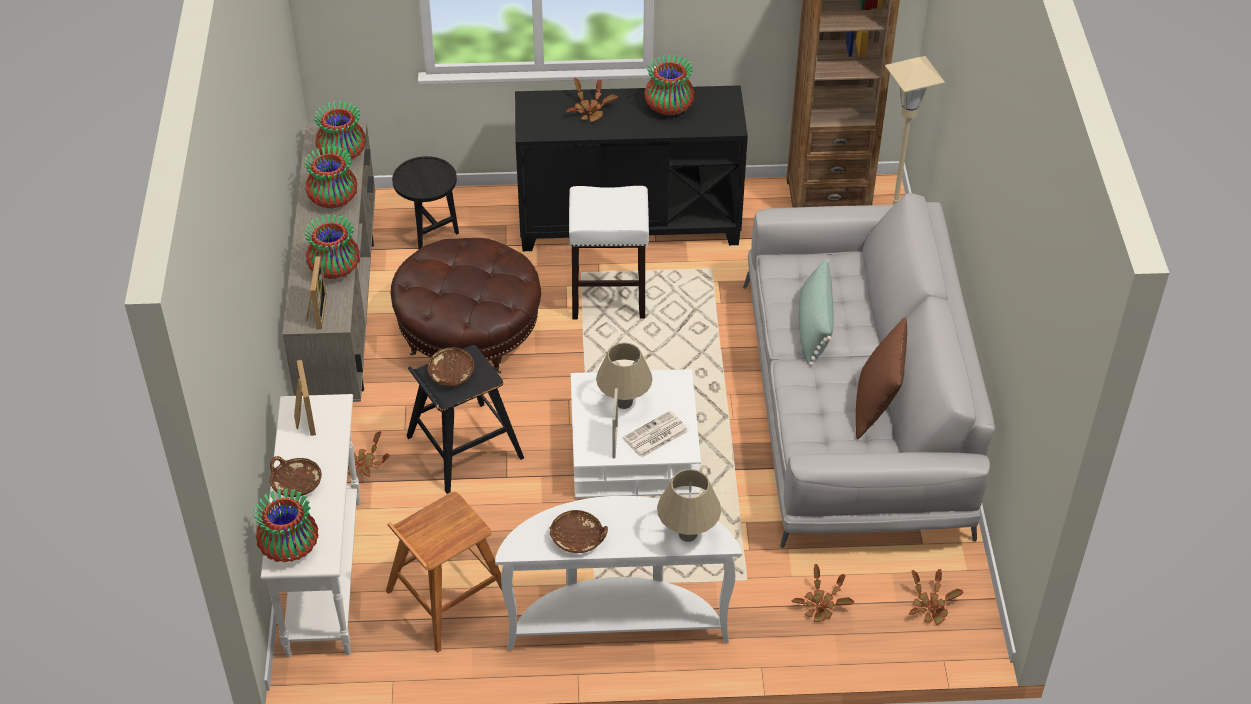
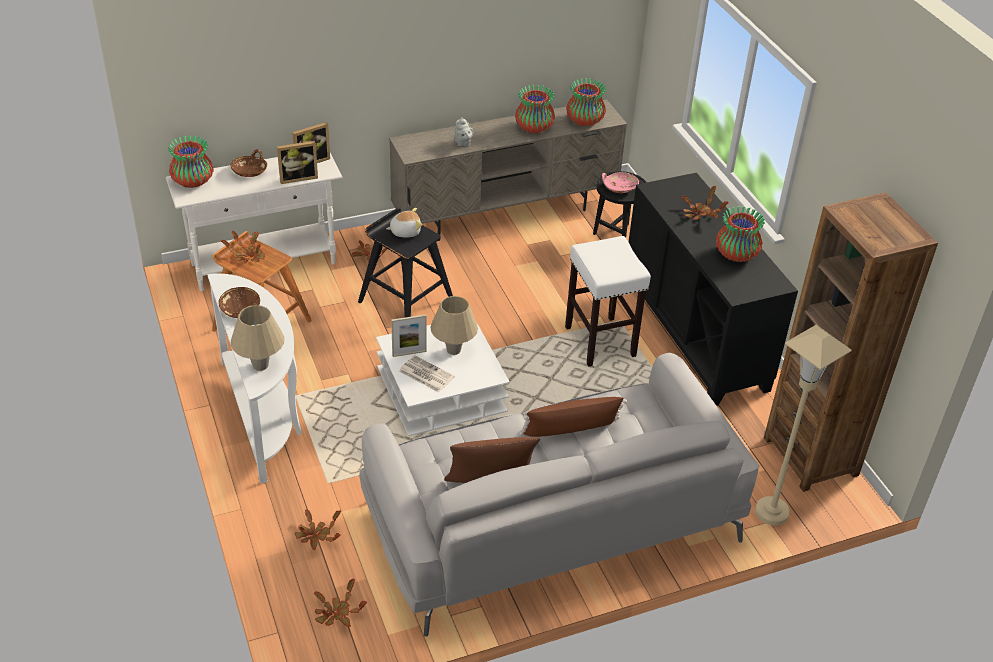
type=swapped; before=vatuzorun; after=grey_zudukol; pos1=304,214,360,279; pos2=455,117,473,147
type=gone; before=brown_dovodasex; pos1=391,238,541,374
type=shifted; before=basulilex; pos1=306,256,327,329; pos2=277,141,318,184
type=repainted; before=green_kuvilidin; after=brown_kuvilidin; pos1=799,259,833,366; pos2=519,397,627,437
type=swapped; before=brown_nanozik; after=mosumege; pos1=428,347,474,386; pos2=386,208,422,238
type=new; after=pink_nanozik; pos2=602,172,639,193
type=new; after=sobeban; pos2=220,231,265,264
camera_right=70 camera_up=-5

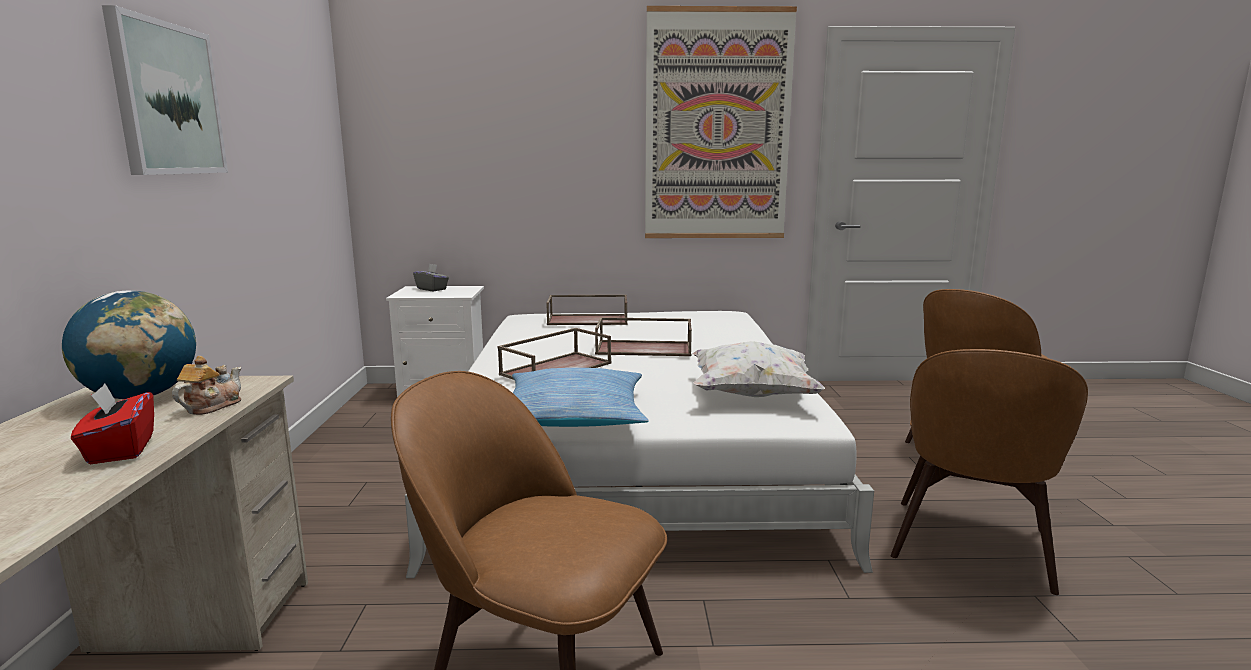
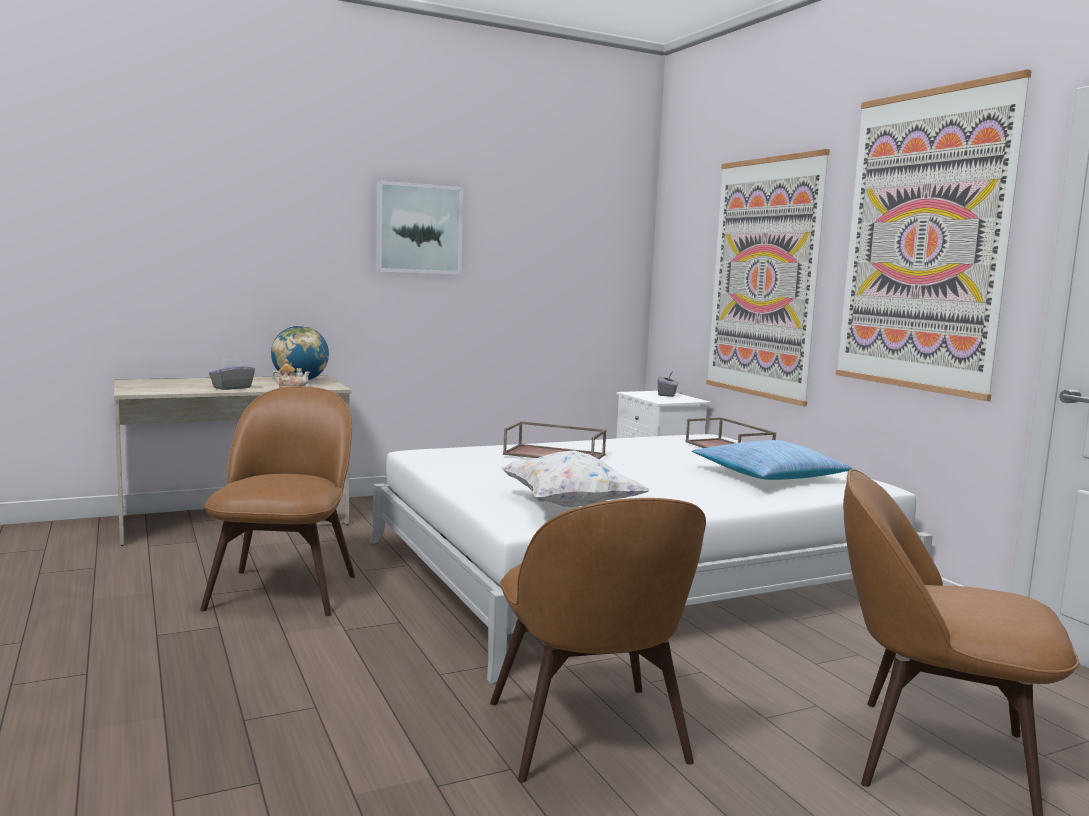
type=gone; before=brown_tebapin; pos1=595,317,692,356
type=rotated; before=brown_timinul; pos1=890,349,1088,595; pos2=490,498,706,782; turn=-105
type=shifted; before=kuvilidin; pos1=512,368,649,427; pos2=692,440,852,480
type=repainted; before=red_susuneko; after=grey_susuneko; pos1=71,384,154,464; pos2=209,358,255,390
type=new; after=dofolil; pos2=706,149,830,406
camera_right=65 camera_up=-5

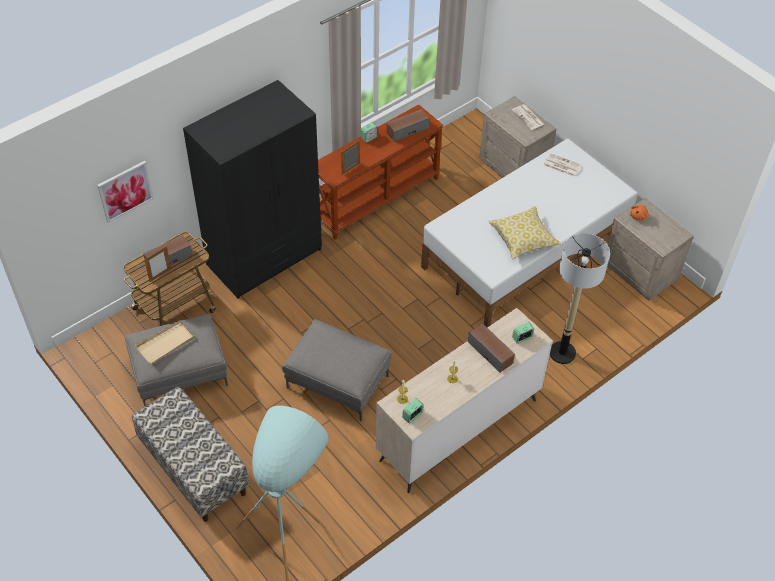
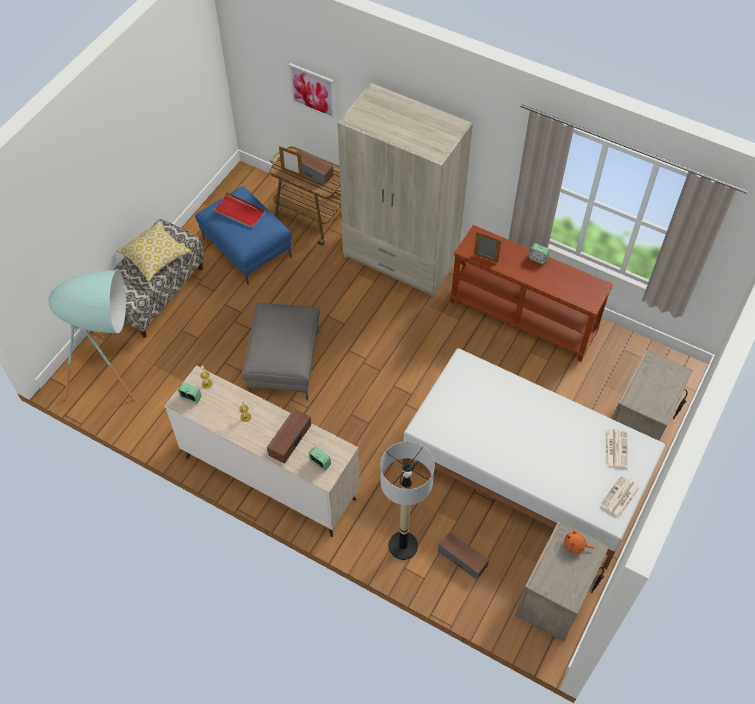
type=repainted; before=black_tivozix; after=beige_tivozix; pos1=183,80,322,299; pos2=338,83,473,297
type=shifted; before=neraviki; pos1=512,104,545,130; pos2=600,475,640,518
type=shifted; before=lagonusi; pos1=387,109,429,142; pos2=438,532,489,580
type=shifted; before=kuvilidin; pos1=488,206,561,259; pos2=116,222,191,282
type=repainted; before=grey_dovodasex; after=blue_dovodasex; pos1=125,314,228,406; pos2=195,186,292,285
type=repainted; before=beige_tebapin; after=red_tebapin; pos1=135,321,194,364; pos2=212,192,265,228
camera_right=70 camera_up=5

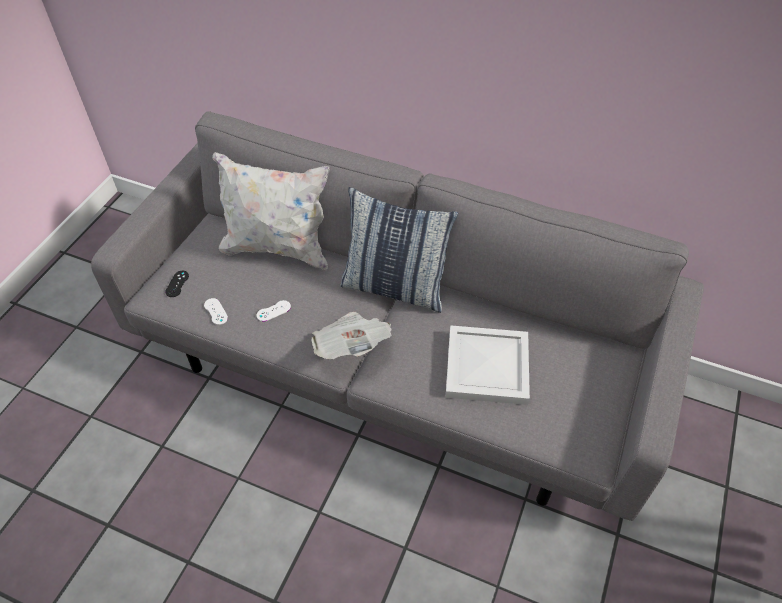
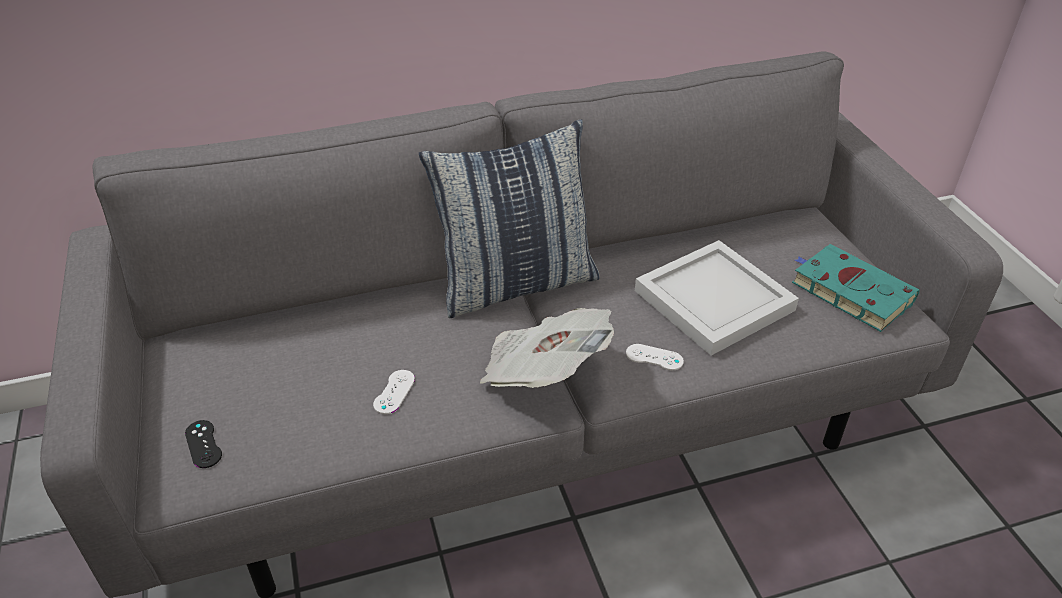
type=gone; before=white_kuvilidin; pos1=212,152,330,270
type=shifted; before=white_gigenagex; pos1=204,298,228,325; pos2=626,344,684,370
type=new; after=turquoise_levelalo; pos2=792,244,919,332
camera_right=-40 camera_up=-10

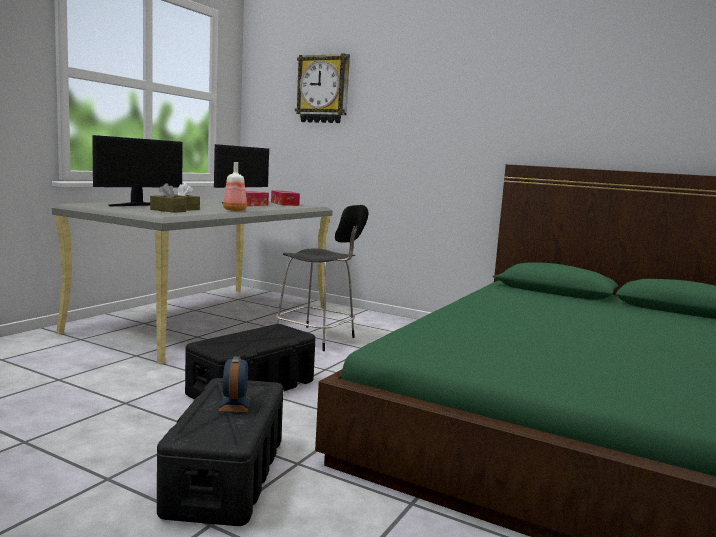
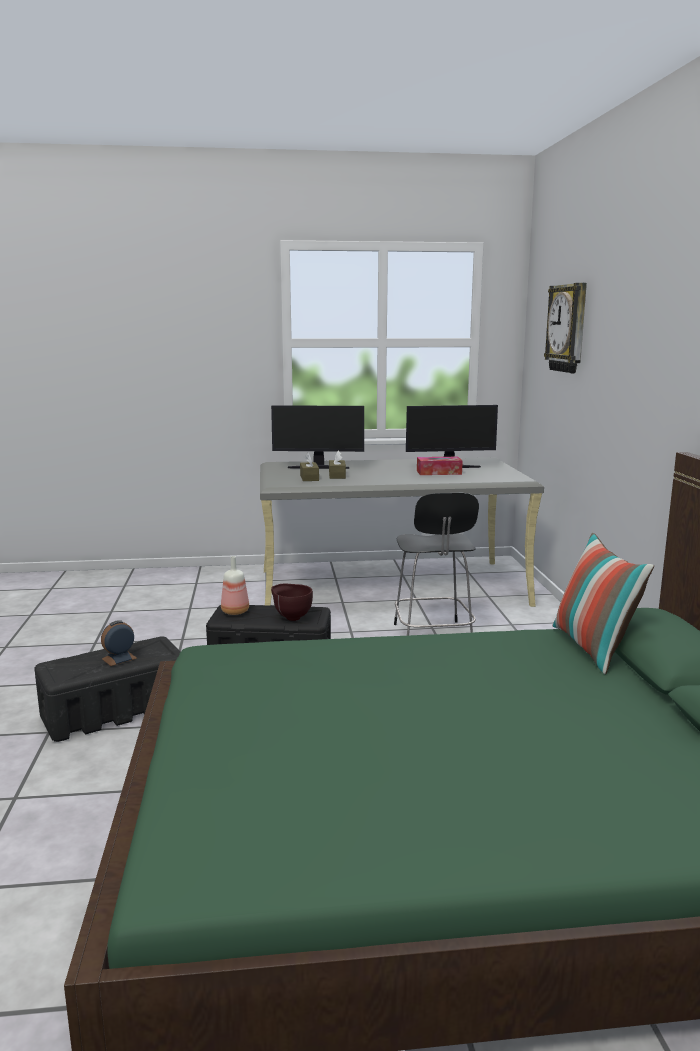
type=shifted; before=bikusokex; pos1=223,162,247,211; pos2=221,556,249,615
type=gone; before=susuneko; pos1=271,190,300,206
type=new; after=kuvilidin; pos2=553,533,654,674
type=new; after=brown_nanozik; pos2=271,584,313,621
camera_right=55 camera_up=5

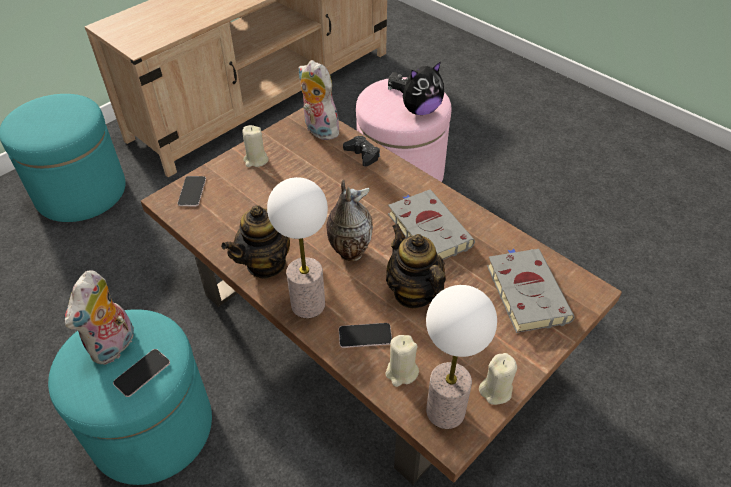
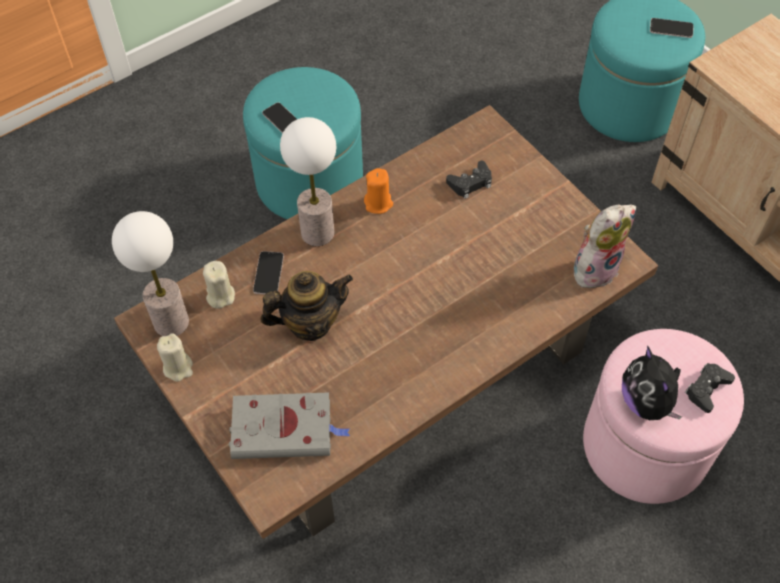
type=gone; before=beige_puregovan; pos1=242,125,269,167
type=shifted; before=black_gigenagex; pos1=343,136,380,167; pos2=446,161,492,199
type=shifted; before=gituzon; pos1=178,176,206,206; pos2=650,18,694,38
type=gone; before=vatuzorun; pos1=326,179,373,261
type=gone; before=grey_levelalo; pos1=388,190,475,260
type=swapped; before=zudukol; after=orange_puregovan; pos1=221,205,290,279; pos2=364,168,393,214
type=gone; before=mosumege; pos1=64,270,134,365
camera_right=100 camera_up=10

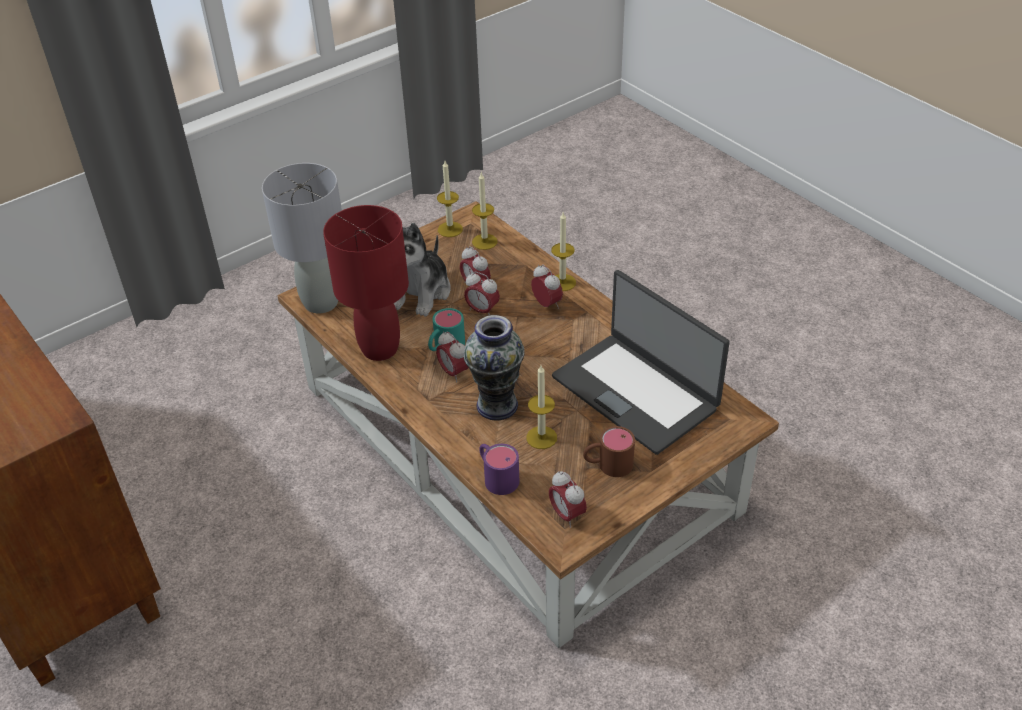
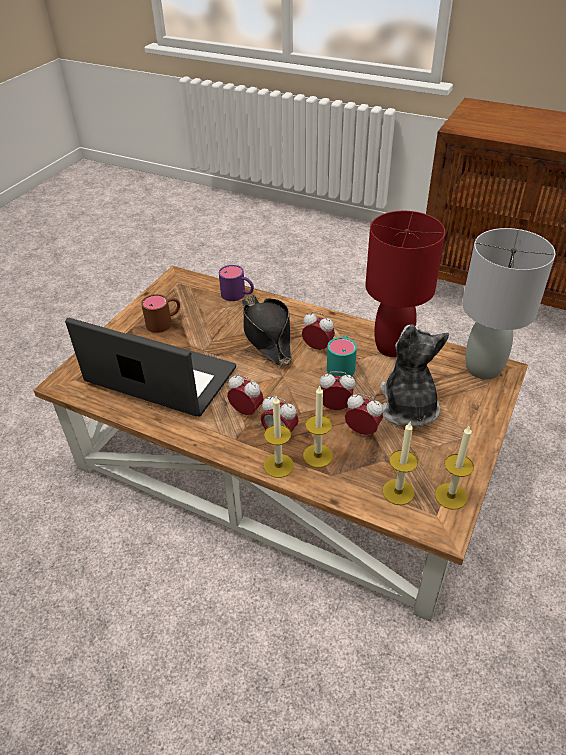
type=swapped; before=vatuzorun; after=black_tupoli; pos1=464,315,525,421; pos2=242,295,292,366
type=shifted; before=puregovan; pos1=526,365,557,449; pos2=303,386,333,468
type=shifted; before=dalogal; pos1=549,471,587,528; pos2=227,374,264,415
camera_right=155 camera_up=0

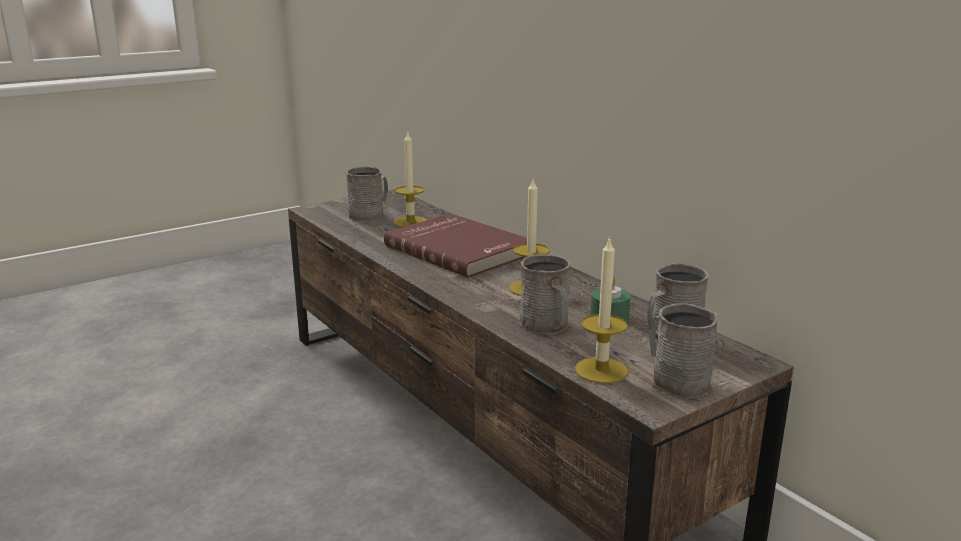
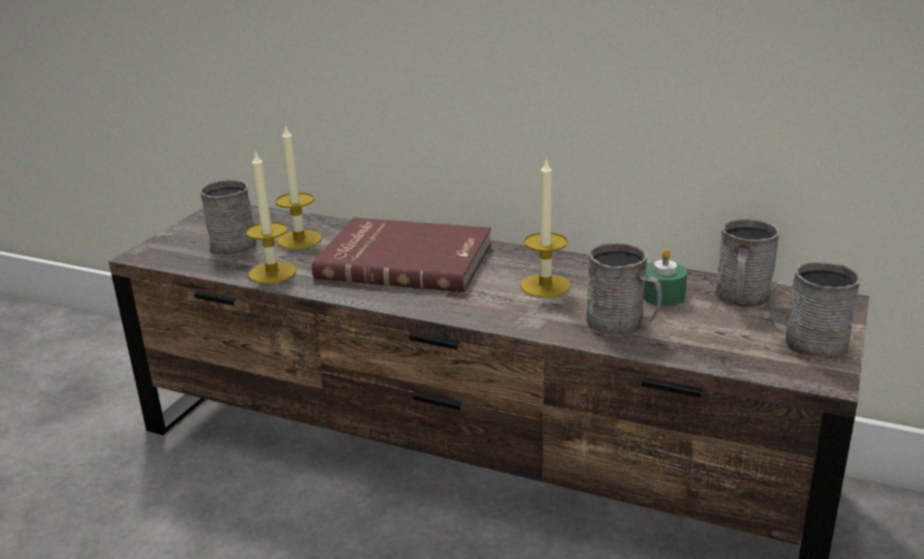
type=shifted; before=puregovan; pos1=575,236,628,384; pos2=246,150,296,284
camera_right=-30 camera_up=5

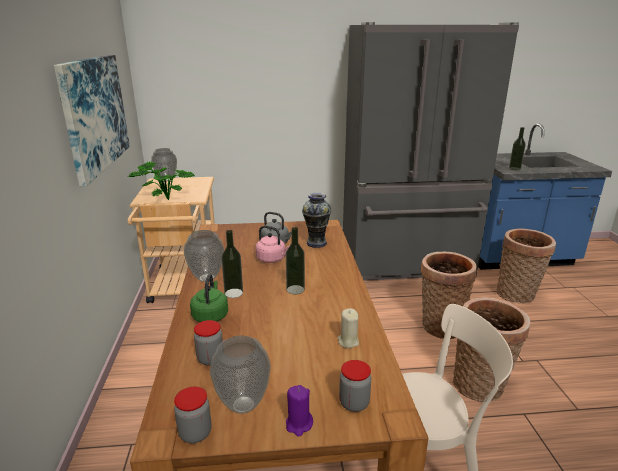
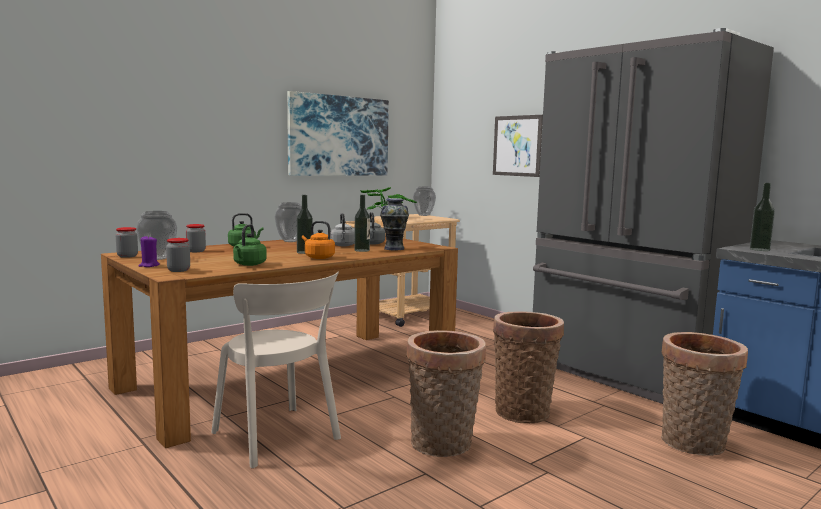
type=repainted; before=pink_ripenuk; after=grey_ripenuk; pos1=256,225,289,263; pos2=330,213,355,246
type=shifted; before=bikusokex; pos1=221,230,243,298; pos2=354,195,370,252
type=swapped; before=beige_puregovan; after=green_ripenuk; pos1=338,308,359,348; pos2=233,224,267,266
type=new; after=dofolil; pos2=493,115,543,177
type=new; after=orange_ripenuk; pos2=302,221,335,259
camera_right=55 camera_up=-15

